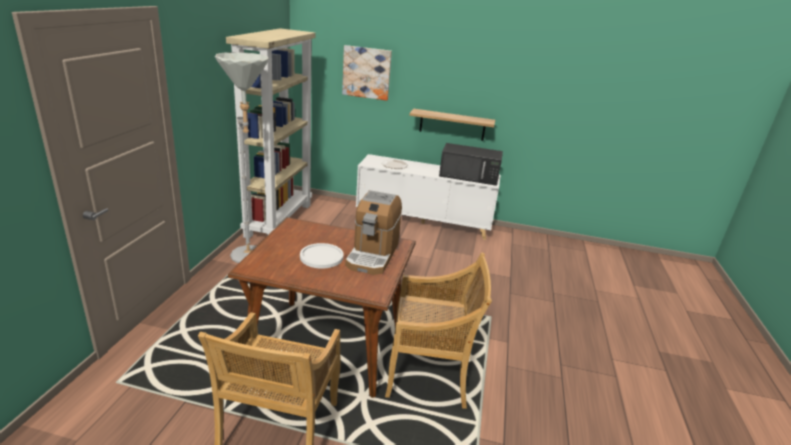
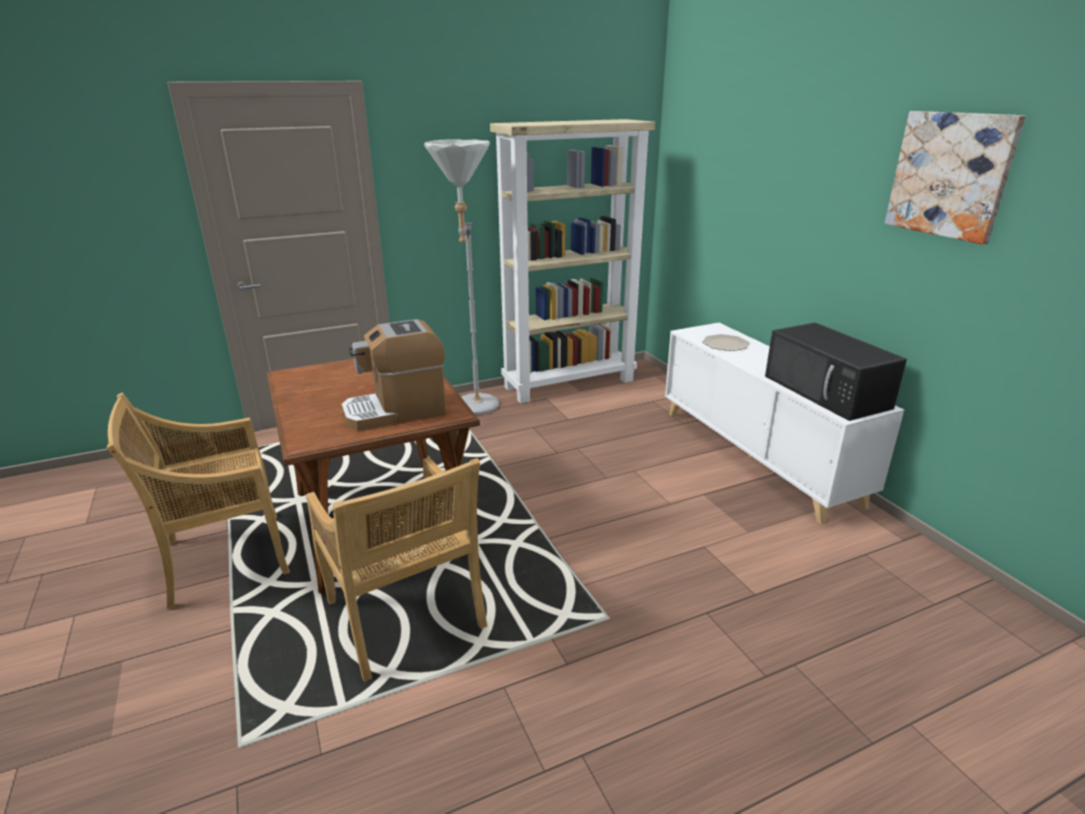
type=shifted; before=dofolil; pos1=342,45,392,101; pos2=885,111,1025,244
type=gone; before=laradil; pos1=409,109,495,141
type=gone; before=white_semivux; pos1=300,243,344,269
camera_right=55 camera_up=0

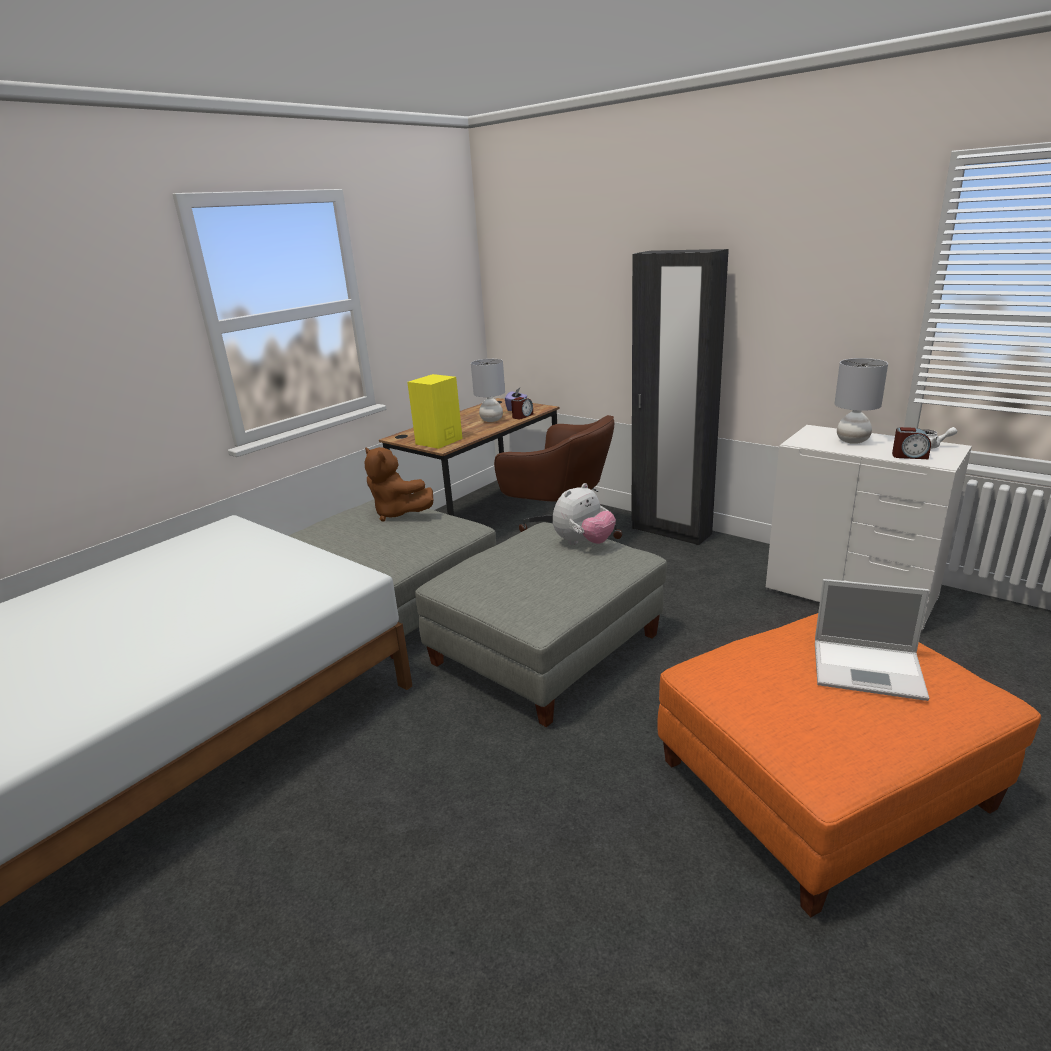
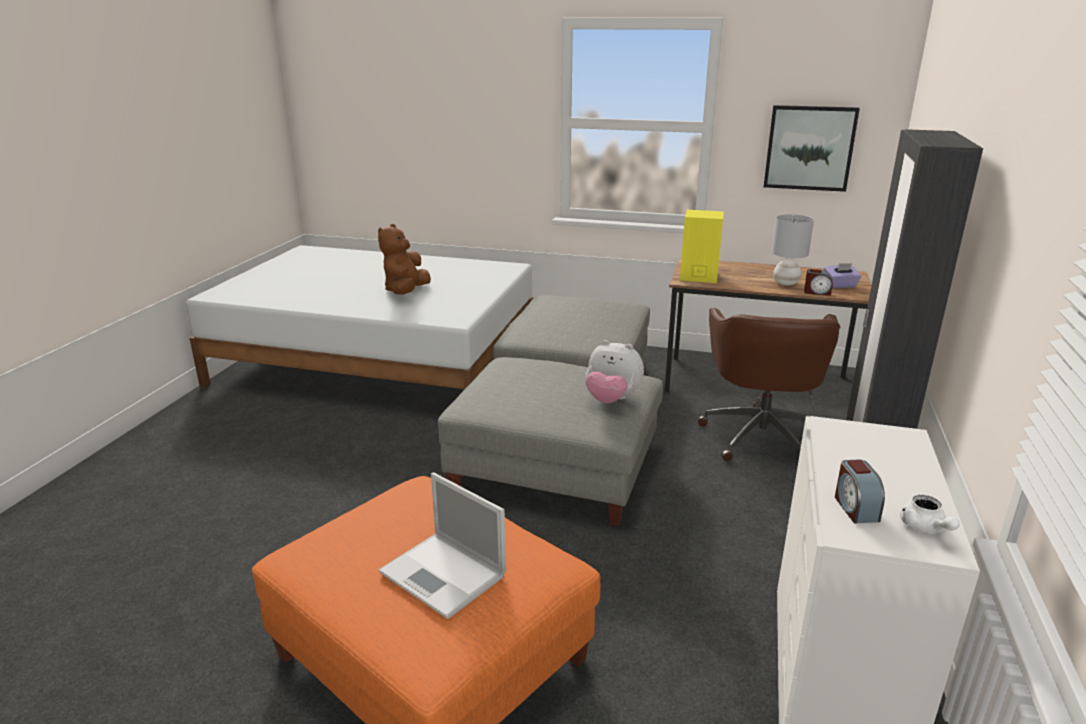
type=gone; before=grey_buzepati; pos1=835,358,888,444
type=shifted; before=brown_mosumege; pos1=365,447,433,522; pos2=378,224,431,295
type=rotated; before=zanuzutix; pos1=815,579,930,701; pos2=378,473,506,619; turn=-45
type=new; after=dofolil; pos2=764,105,860,192
camera_right=65 camera_up=0

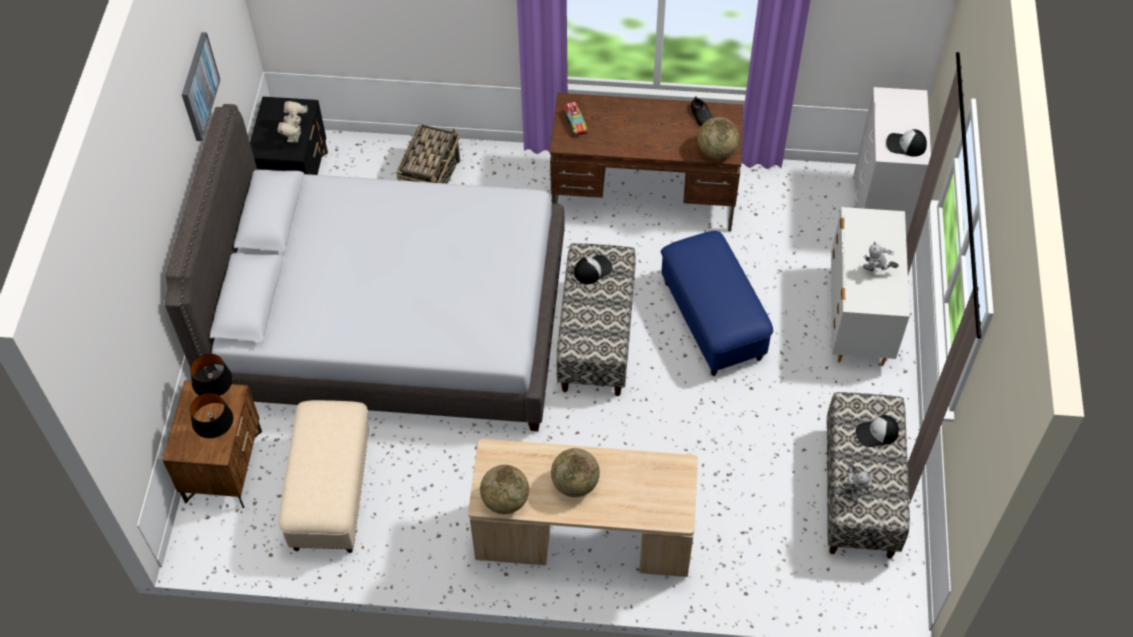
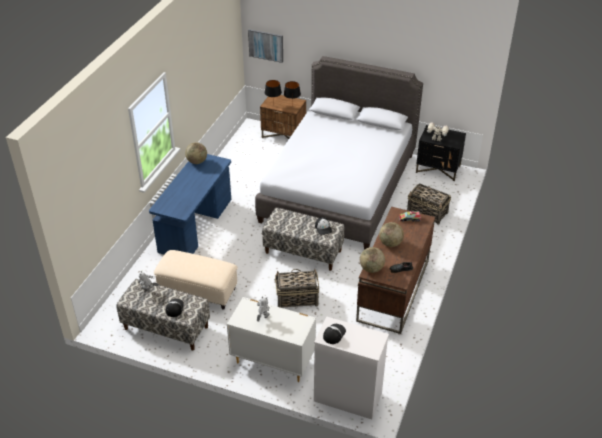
type=shifted; before=dofolil; pos1=182,32,220,141; pos2=248,29,283,63
type=swapped; before=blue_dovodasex; after=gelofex; pos1=661,231,773,376; pos2=275,269,319,308
type=shifted; before=beige_dovodasex; pos1=278,400,369,553; pos2=154,250,238,310
type=repainted; before=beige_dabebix; after=blue_dabebix; pos1=468,439,698,577; pos2=149,154,231,254
type=shifted; before=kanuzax; pos1=551,448,600,497; pos2=379,222,404,247
camera_right=105 camera_up=-15

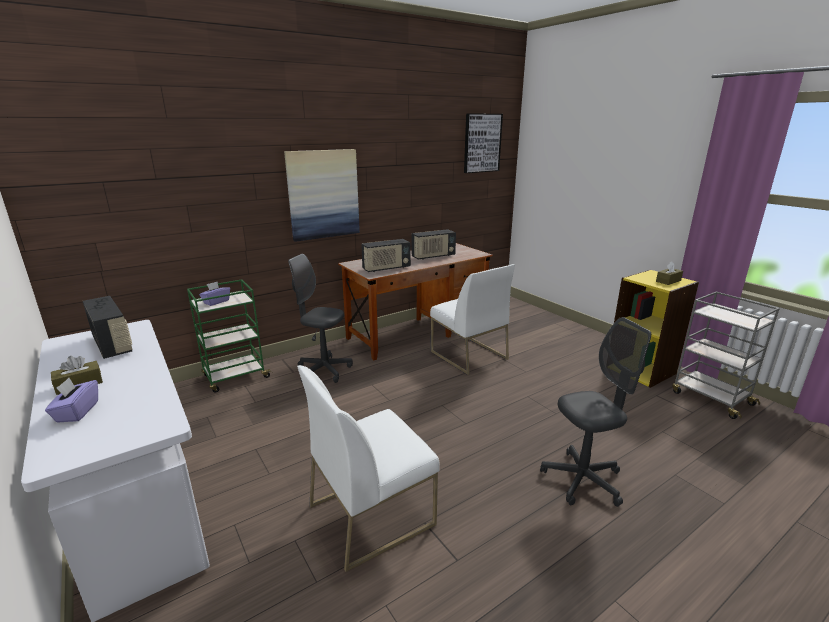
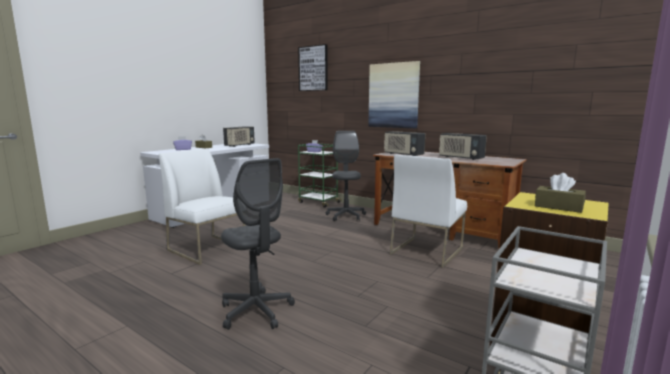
type=shifted; before=dofolil; pos1=464,113,503,173; pos2=298,44,328,91
camera_right=70 camera_up=-10

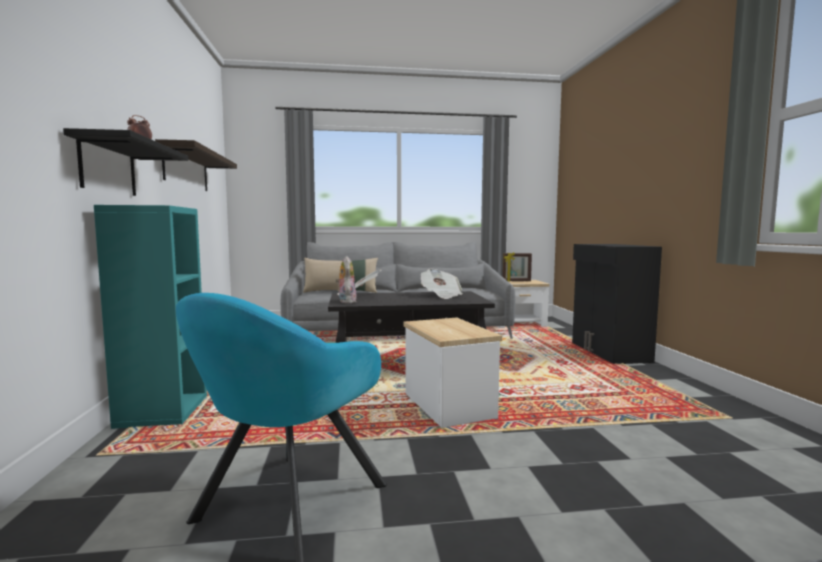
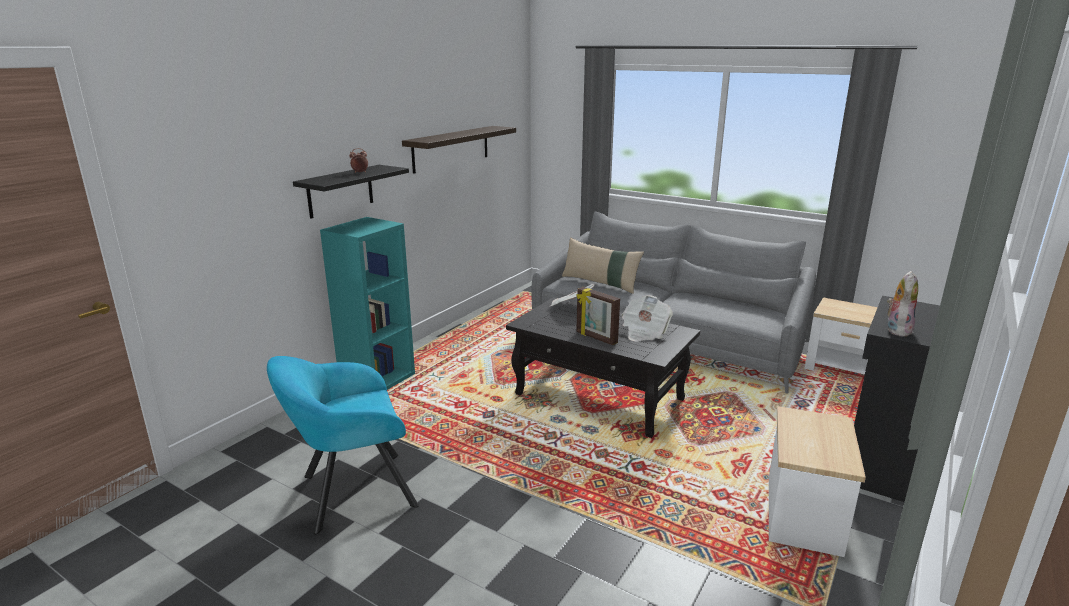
type=shifted; before=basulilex; pos1=502,252,532,282; pos2=576,287,620,345
type=shifted; before=mosumege; pos1=336,256,357,303; pos2=887,271,918,337
type=shifted; before=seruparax; pos1=404,317,502,428; pos2=769,406,866,557
camera_right=40 camera_up=15

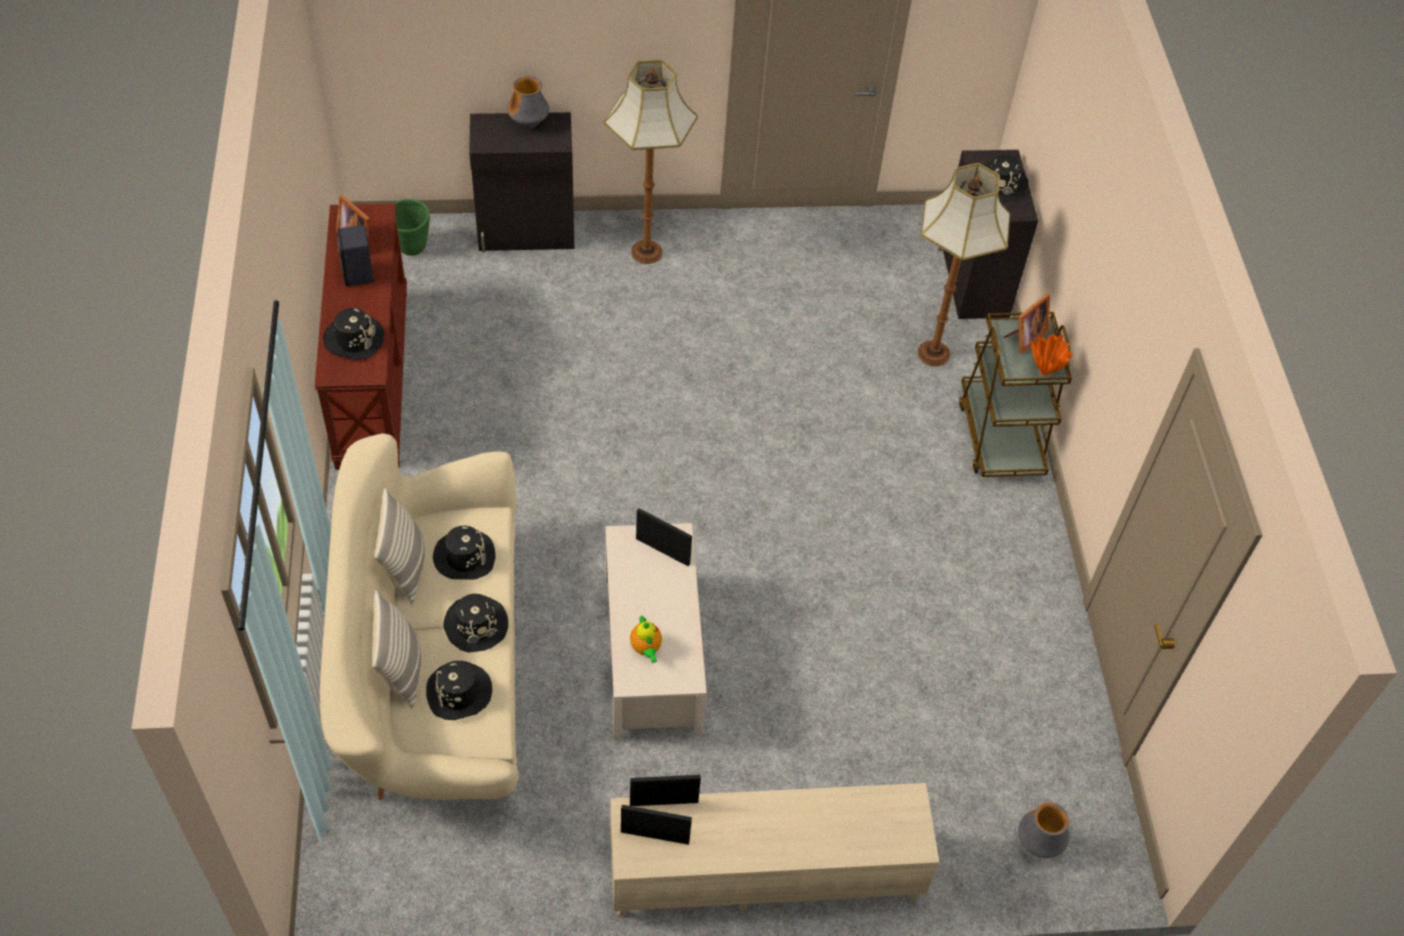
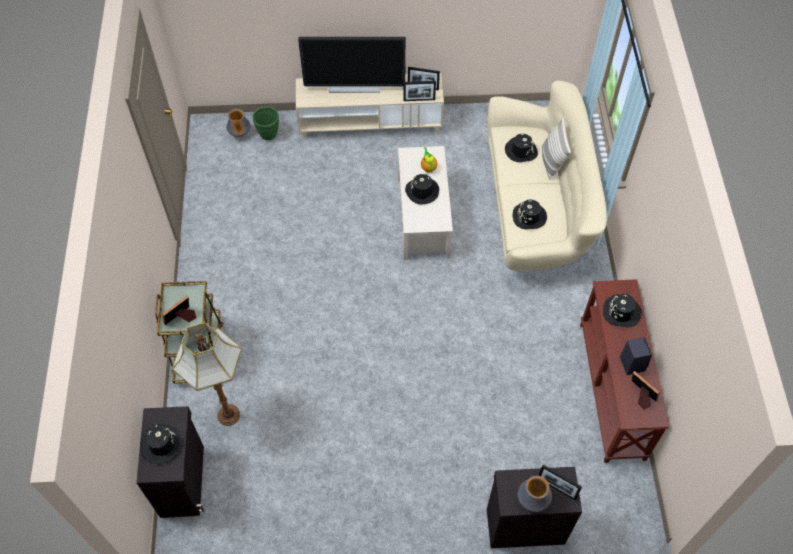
type=gone; before=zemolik; pos1=604,60,698,264
type=shifted; before=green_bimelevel; pos1=394,199,430,256; pos2=253,107,279,140
type=gone; before=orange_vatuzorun; pos1=1031,334,1073,376
type=gone; before=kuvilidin; pos1=374,488,425,604
type=shifted; before=basulilex; pos1=636,508,692,566; pos2=539,465,582,501
type=shifted; before=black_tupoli; pos1=443,594,508,653; pos2=405,173,439,204
type=new; after=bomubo; pos2=298,37,406,93
camera_right=-175 camera_up=5

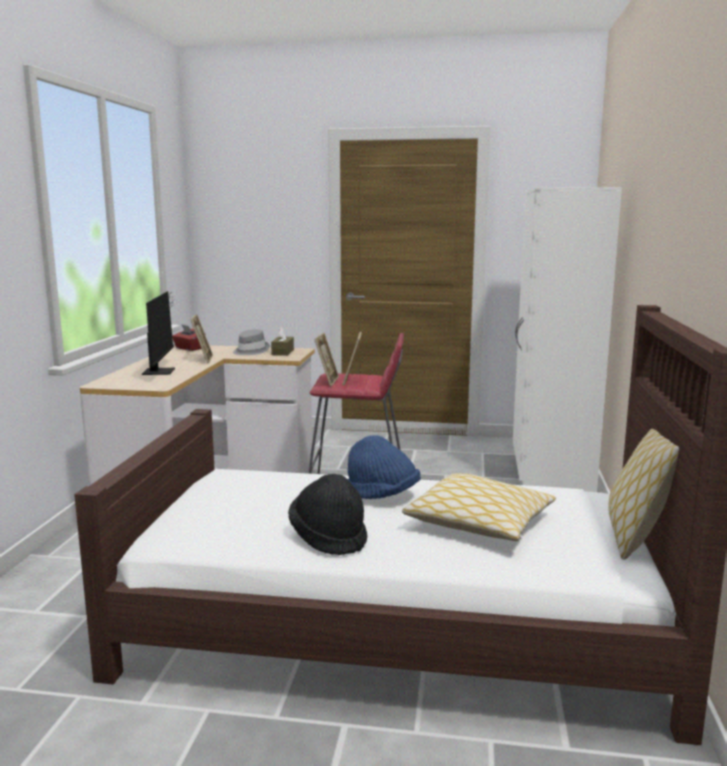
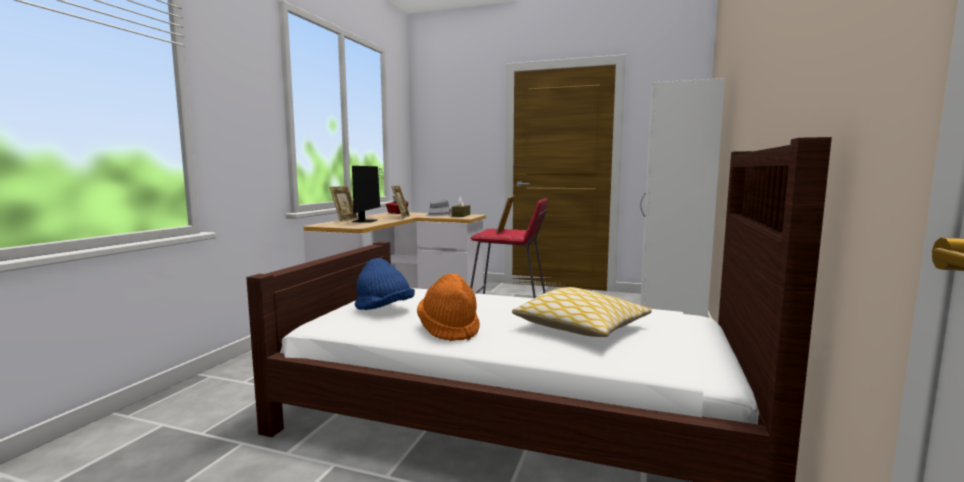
type=shifted; before=basulilex; pos1=314,333,339,387; pos2=329,186,358,222
type=gone; before=kuvilidin; pos1=608,429,679,560
type=shifted; before=blue_tupoli; pos1=348,435,421,499; pos2=355,258,415,310
type=repainted; before=black_tupoli; after=orange_tupoli; pos1=288,474,367,555; pos2=417,273,480,341
camera_right=10 camera_up=-5

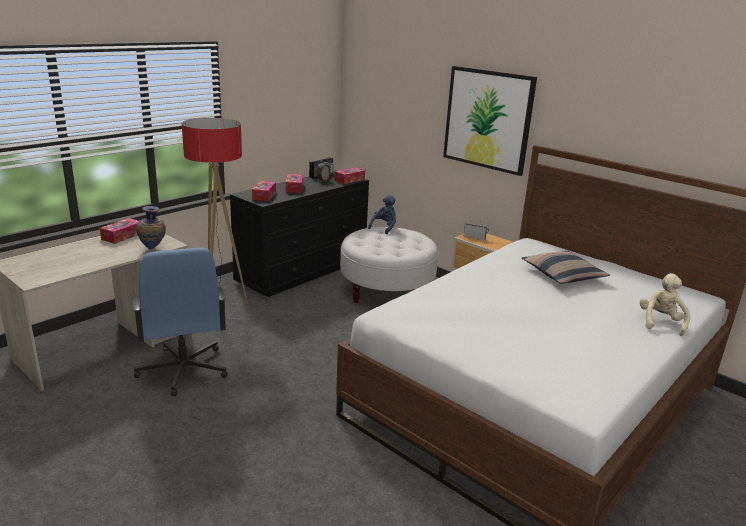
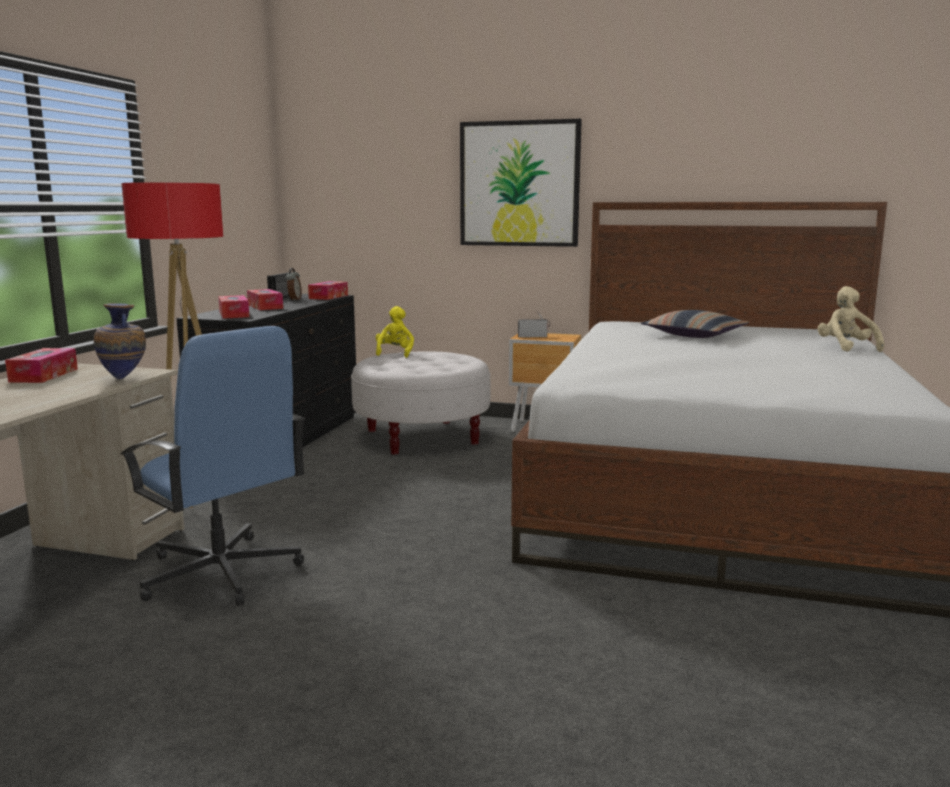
type=repainted; before=blue_mosumege; after=yellow_mosumege; pos1=368,195,396,234; pos2=376,306,414,358
camera_right=-25 camera_up=-10

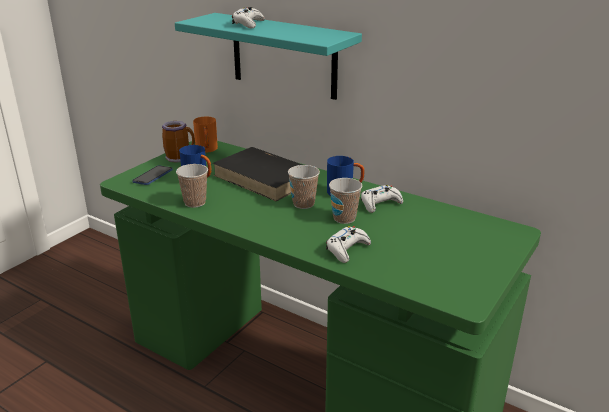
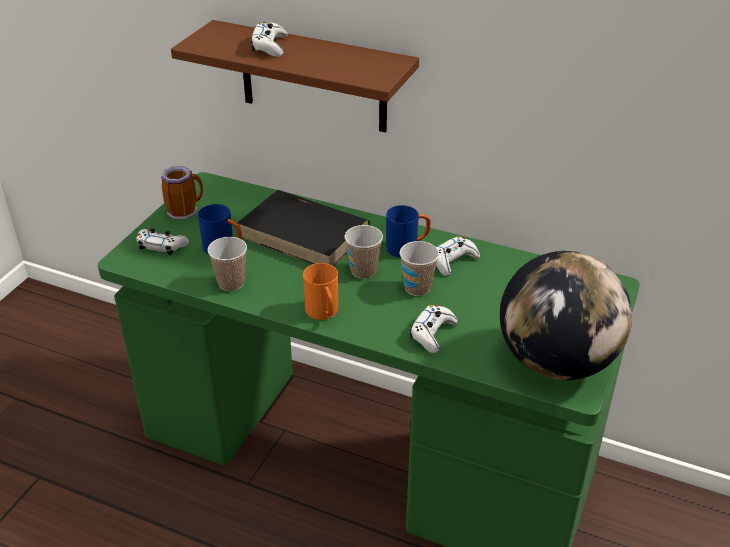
type=repainted; before=turquoise_laradil; after=brown_laradil; pos1=175,13,362,100; pos2=171,20,419,133
type=shifted; before=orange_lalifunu; pos1=193,117,218,153; pos2=303,263,338,320
type=swapped; before=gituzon; after=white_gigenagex; pos1=132,166,173,185; pos2=136,228,189,255
type=new; after=kanuzax; pos2=500,251,632,380
camera_right=-10 camera_up=10

